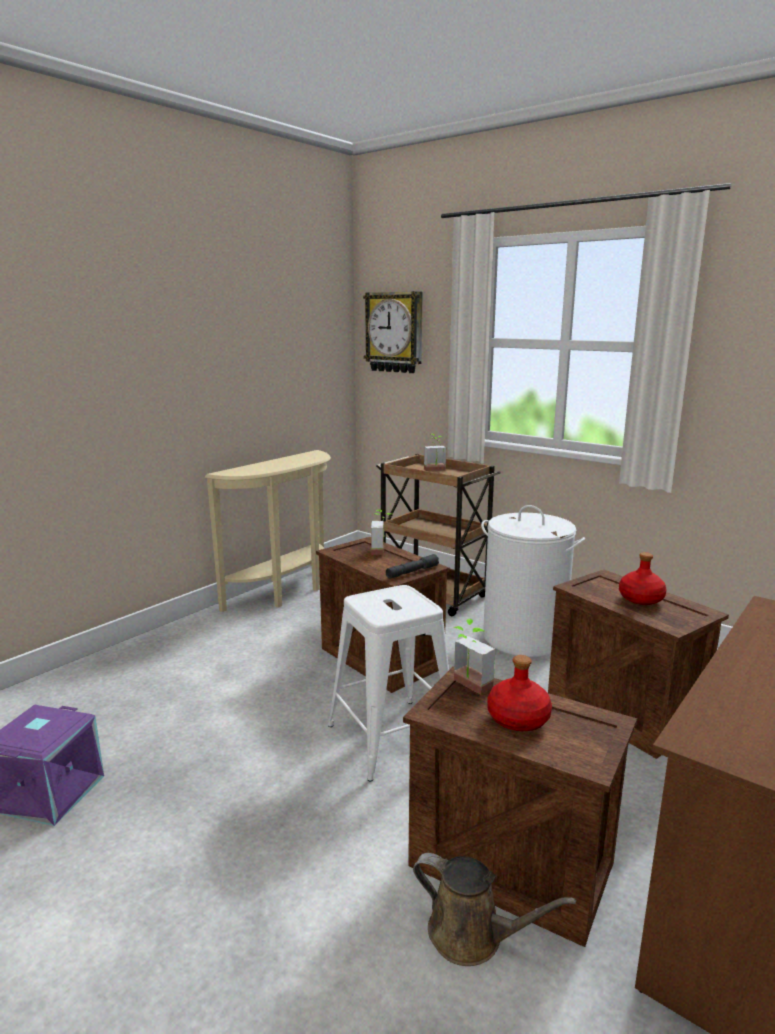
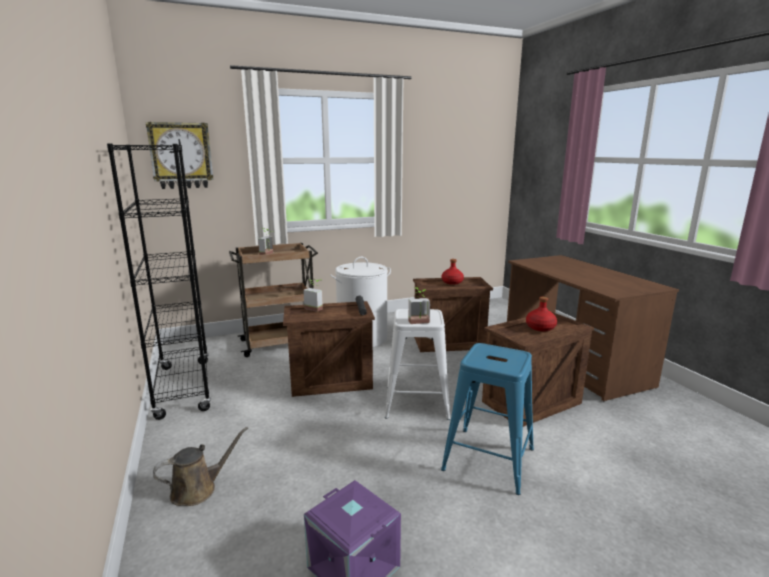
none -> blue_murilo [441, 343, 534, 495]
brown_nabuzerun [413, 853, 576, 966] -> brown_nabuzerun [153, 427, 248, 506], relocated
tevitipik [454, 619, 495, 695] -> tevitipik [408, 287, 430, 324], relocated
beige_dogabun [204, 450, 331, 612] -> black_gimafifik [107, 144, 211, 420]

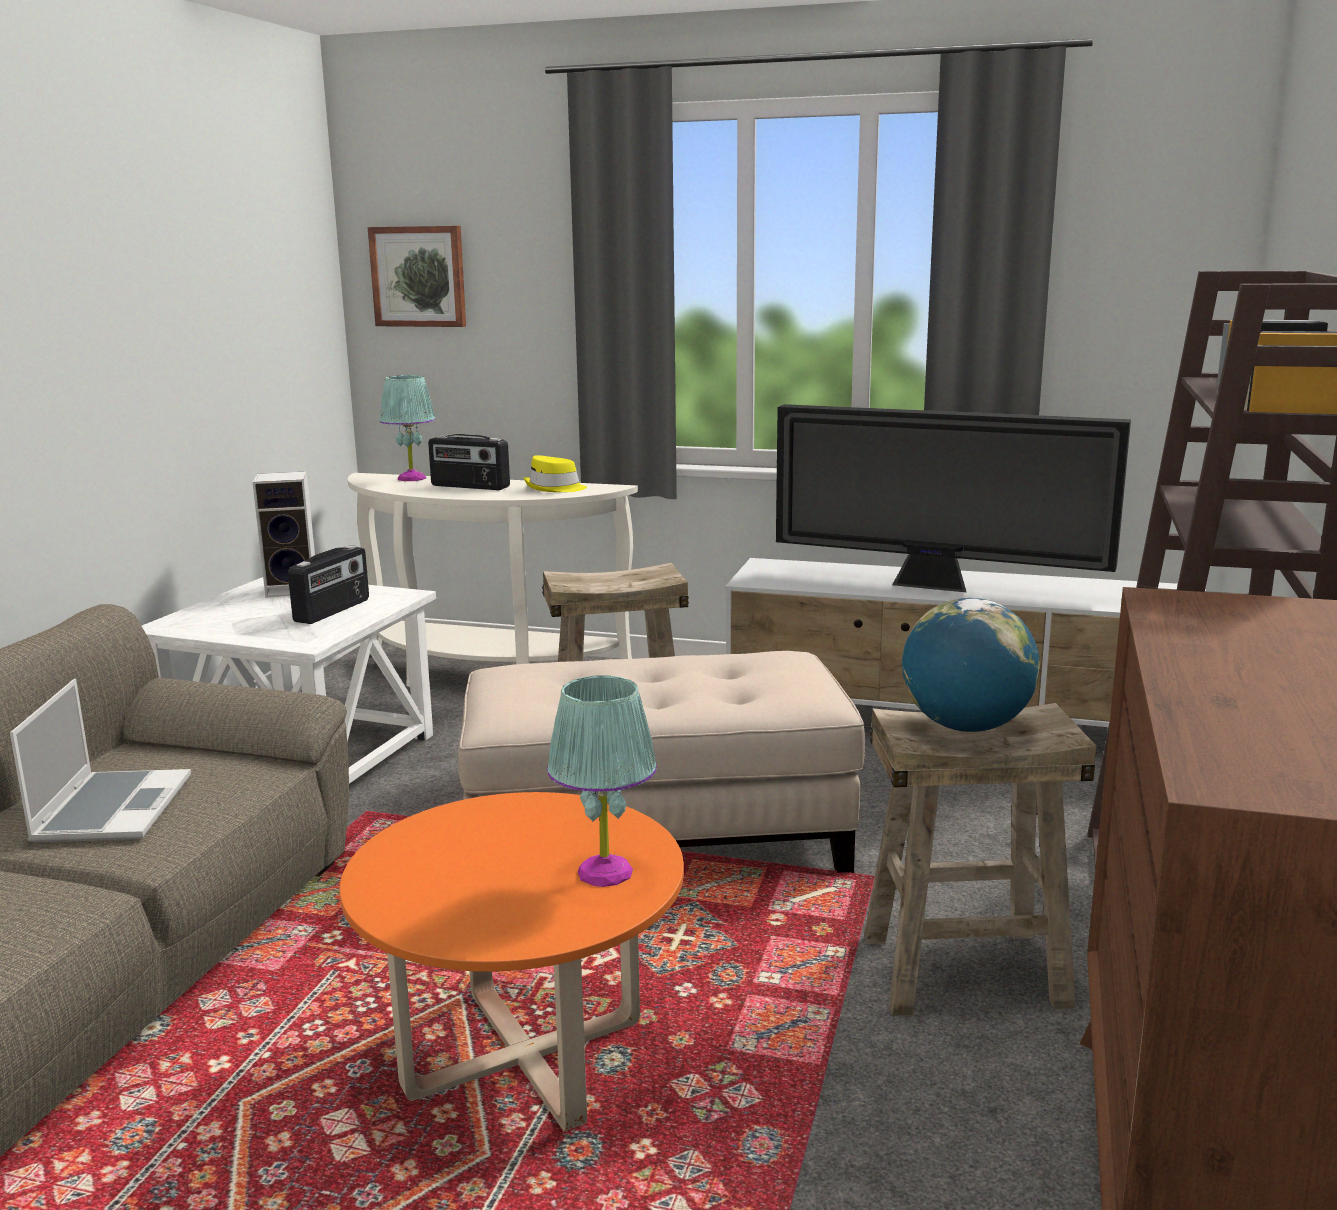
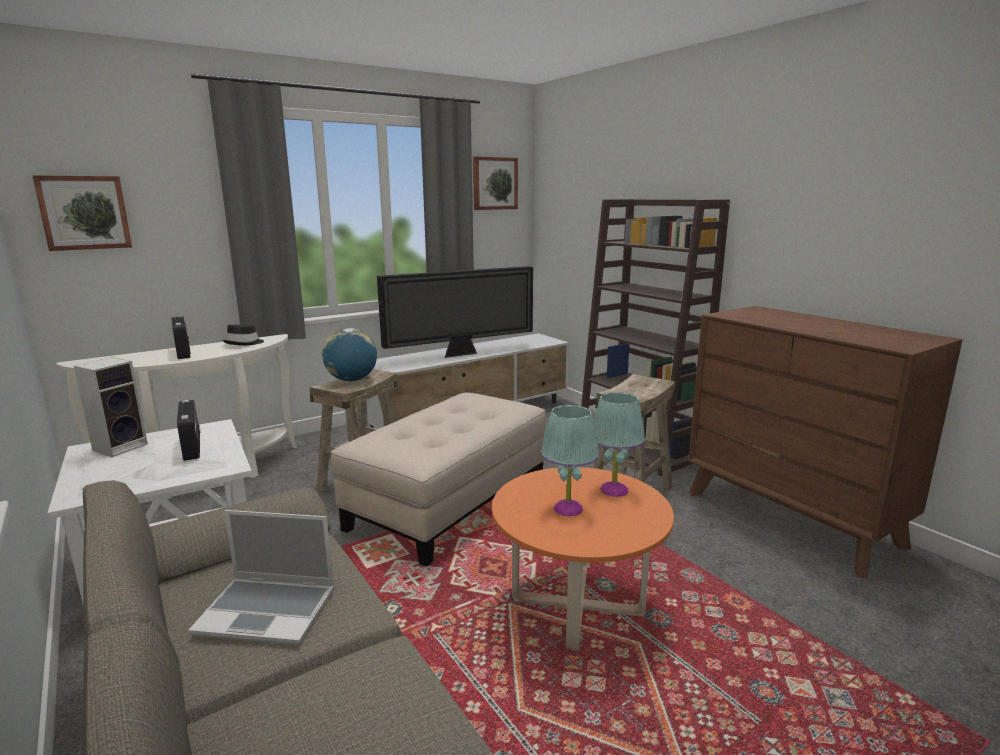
none -> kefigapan [473, 156, 518, 210]
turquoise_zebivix [380, 375, 436, 481] -> turquoise_zebivix [541, 405, 599, 516], relocated
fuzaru [902, 598, 1040, 732] -> fuzaru [322, 328, 377, 381], relocated
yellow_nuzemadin [524, 455, 587, 492] -> black_nuzemadin [223, 324, 264, 346]
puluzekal [10, 679, 191, 843] -> puluzekal [188, 510, 335, 645], 150 degrees clockwise
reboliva [428, 434, 510, 490] -> reboliva [171, 316, 191, 359], 90 degrees counterclockwise

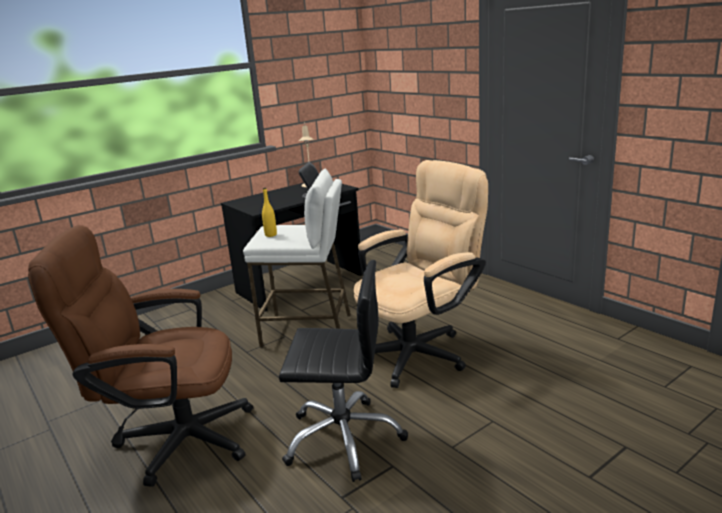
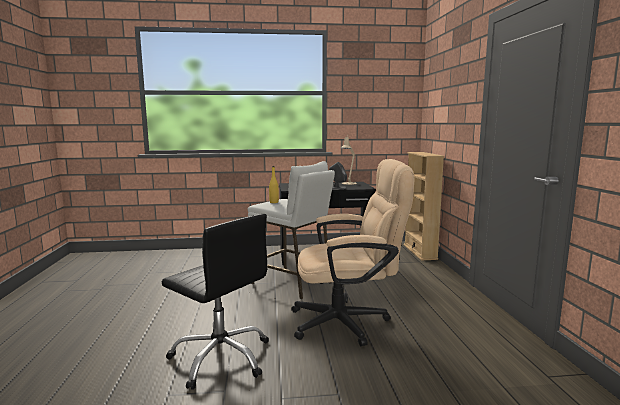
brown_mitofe [28, 225, 253, 487] -> none
none -> beige_gimafifik [404, 152, 444, 260]

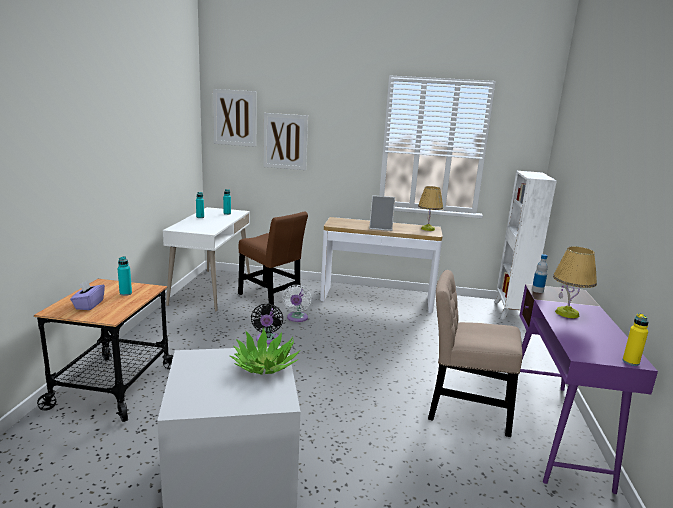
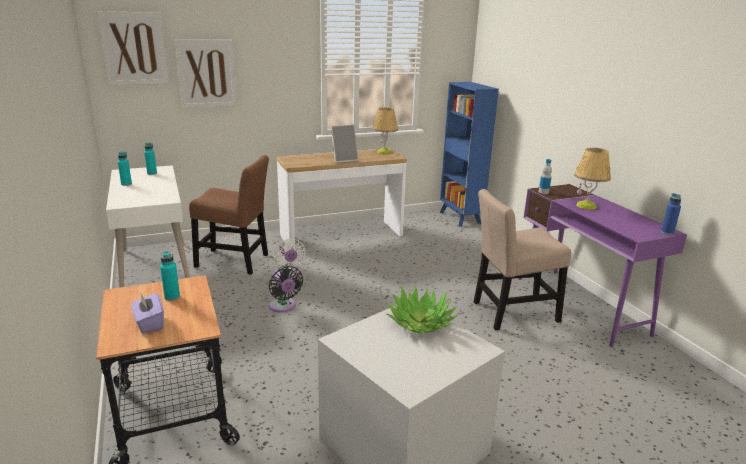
white_gimafifik [494, 171, 557, 320] -> blue_gimafifik [440, 82, 499, 227]
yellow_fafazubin [622, 313, 649, 366] -> blue_fafazubin [661, 193, 681, 235]

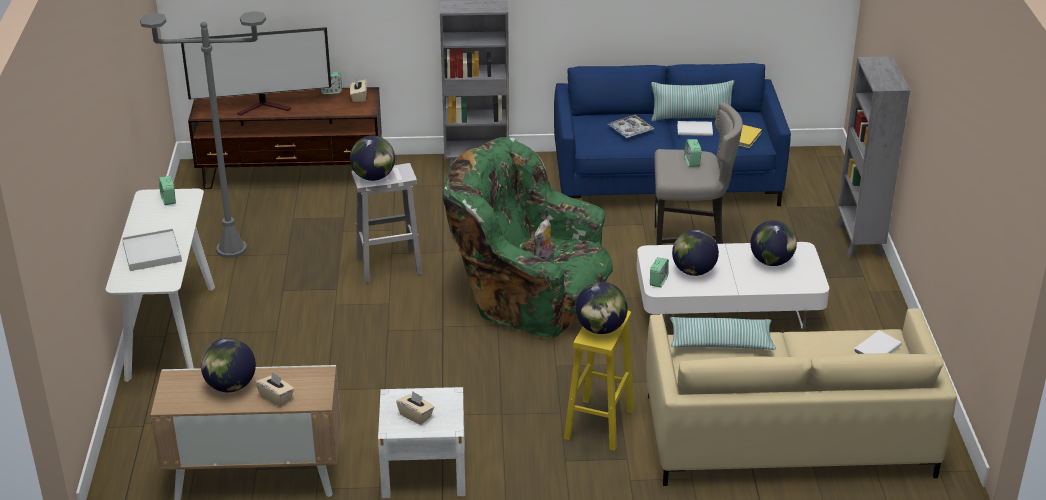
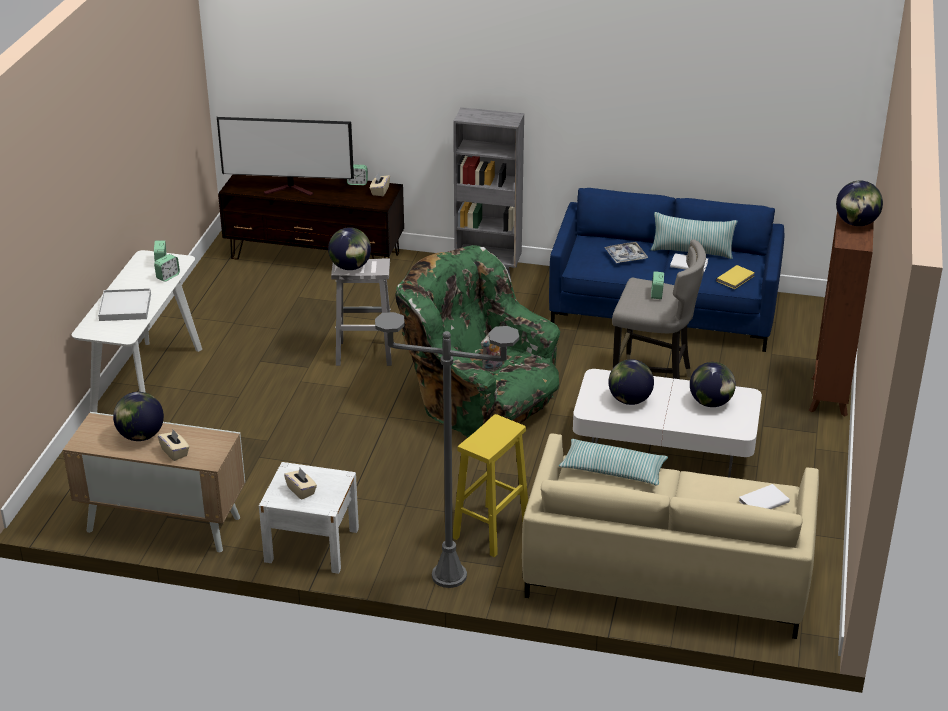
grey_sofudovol [140, 11, 266, 258] -> grey_sofudovol [375, 312, 519, 588], relocated
fuzaru [575, 282, 628, 334] -> fuzaru [836, 181, 883, 226], relocated
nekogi [650, 257, 669, 288] -> nekogi [154, 254, 180, 282], relocated
grey_gimafifik [835, 56, 910, 258] -> brown_gimafifik [809, 212, 874, 416]

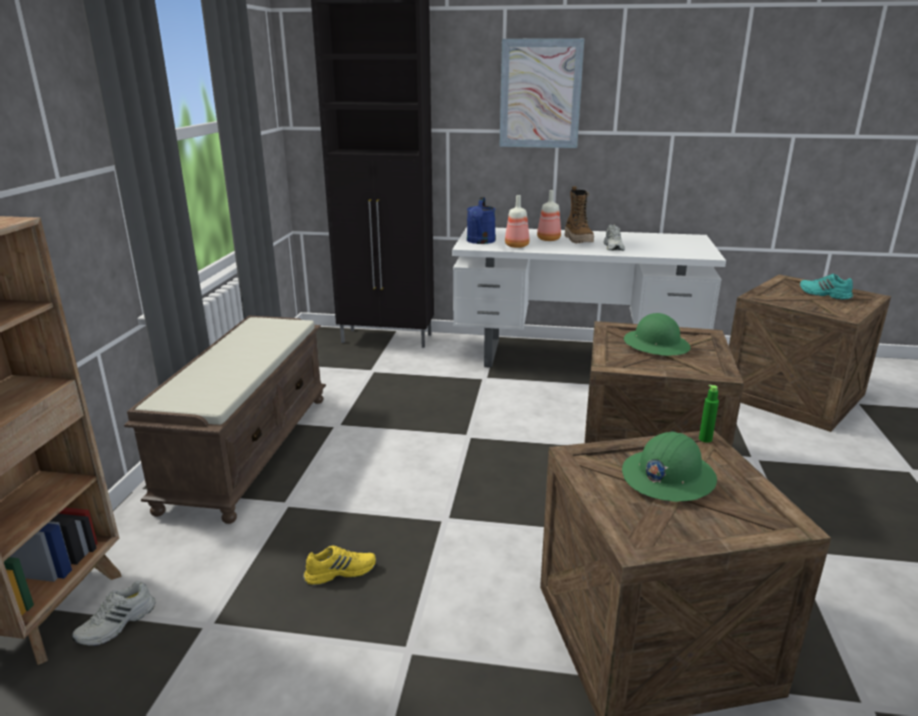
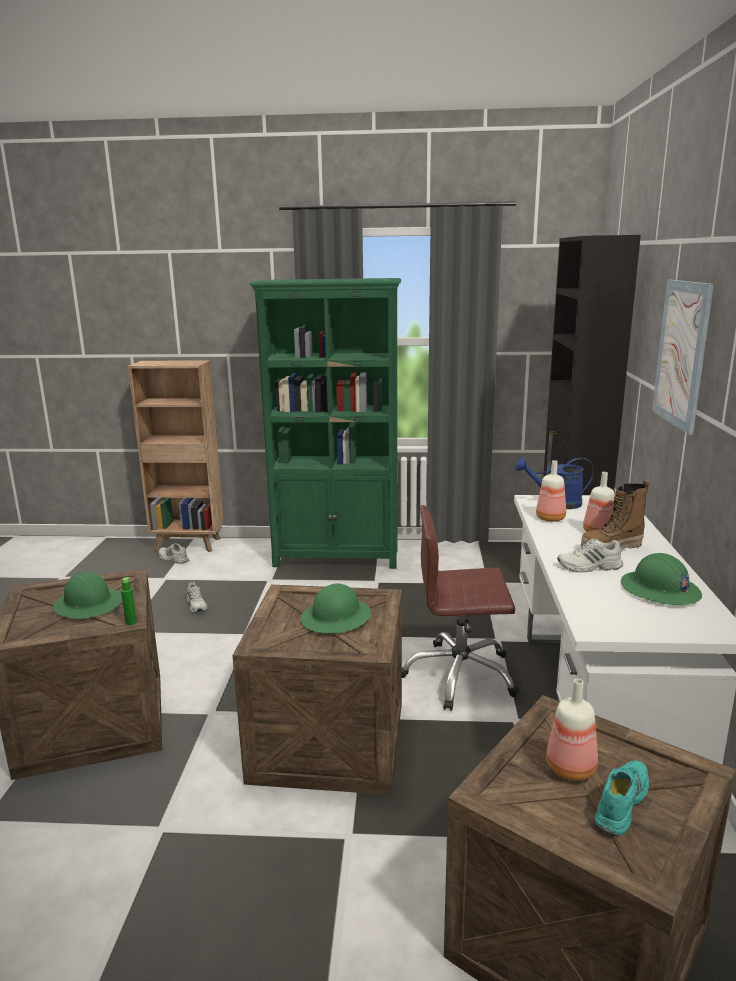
none -> brown_mitofe [402, 505, 519, 711]
none -> fafazubin [546, 679, 598, 781]
none -> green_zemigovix [621, 553, 702, 605]
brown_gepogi [124, 316, 326, 524] -> green_gimafifik [249, 278, 401, 569]
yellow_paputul [303, 545, 376, 585] -> white_paputul [186, 582, 208, 613]

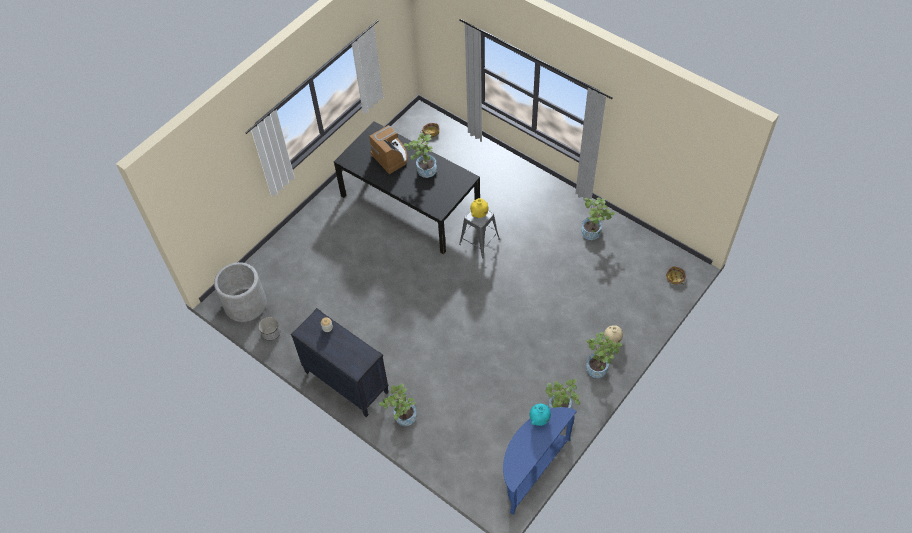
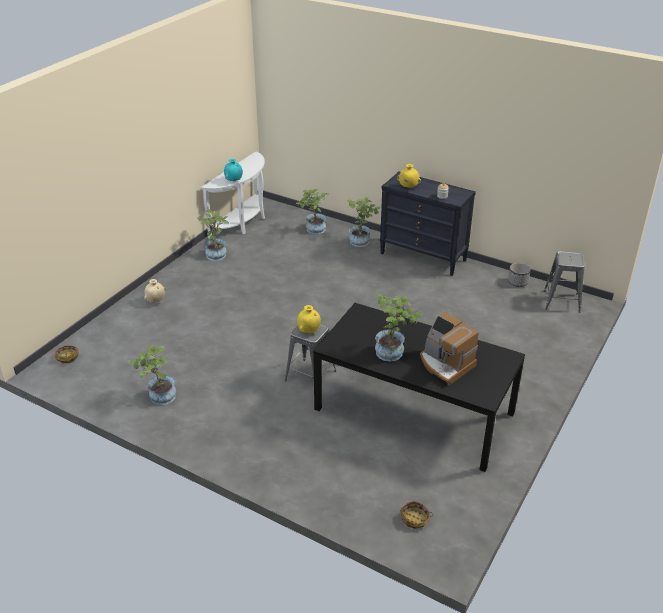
none -> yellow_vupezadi [397, 164, 421, 188]
tevitipik [586, 332, 622, 378] -> tevitipik [296, 189, 329, 234], relocated
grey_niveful [214, 262, 267, 322] -> grey_murilo [544, 251, 585, 313]
blue_dogabun [503, 407, 577, 515] -> white_dogabun [201, 151, 265, 239]

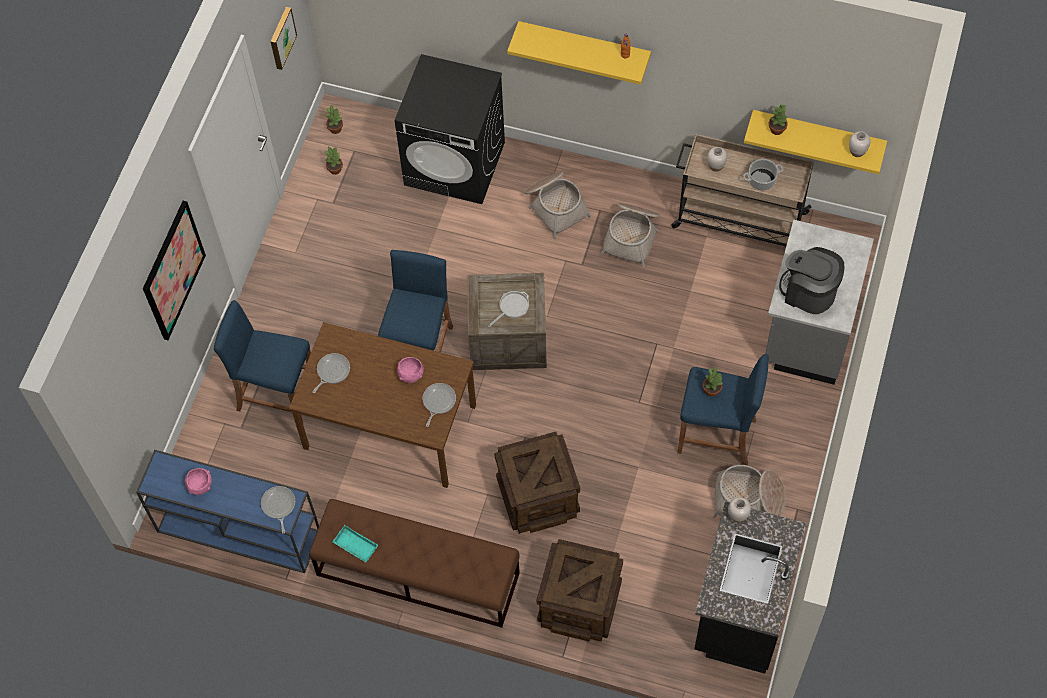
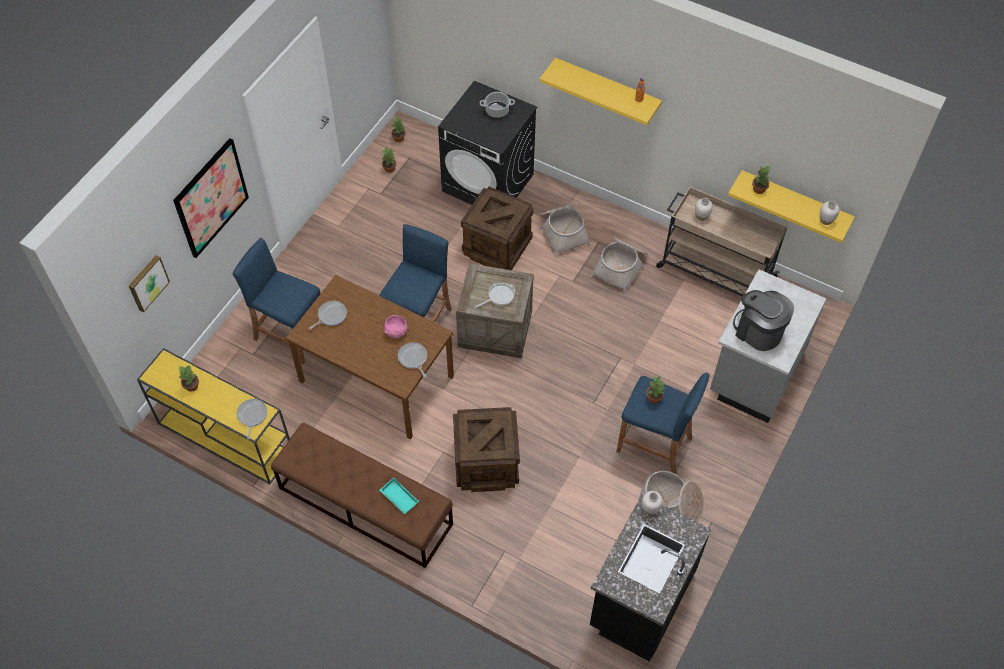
kefigapan [270, 7, 297, 70] -> kefigapan [129, 255, 170, 313], relocated
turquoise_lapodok [332, 525, 378, 562] -> turquoise_lapodok [380, 478, 419, 514], relocated
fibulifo [537, 539, 623, 642] -> fibulifo [461, 187, 534, 270], relocated
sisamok [743, 159, 784, 190] -> sisamok [480, 92, 515, 118], relocated
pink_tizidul [185, 468, 212, 495] -> tevitipik [178, 366, 199, 392]
blue_dogabun [136, 450, 319, 573] -> yellow_dogabun [137, 348, 290, 484]
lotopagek [422, 383, 456, 427] -> lotopagek [398, 342, 427, 378], 60 degrees counterclockwise

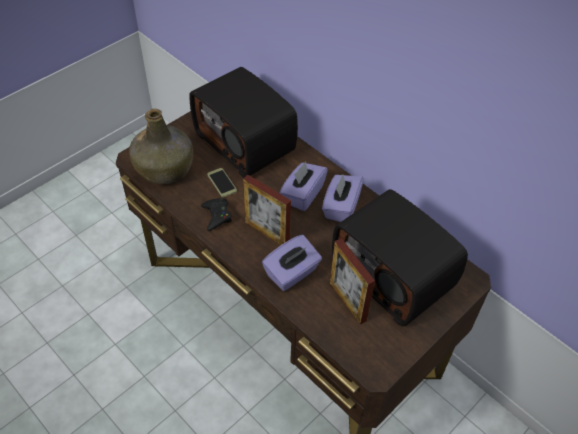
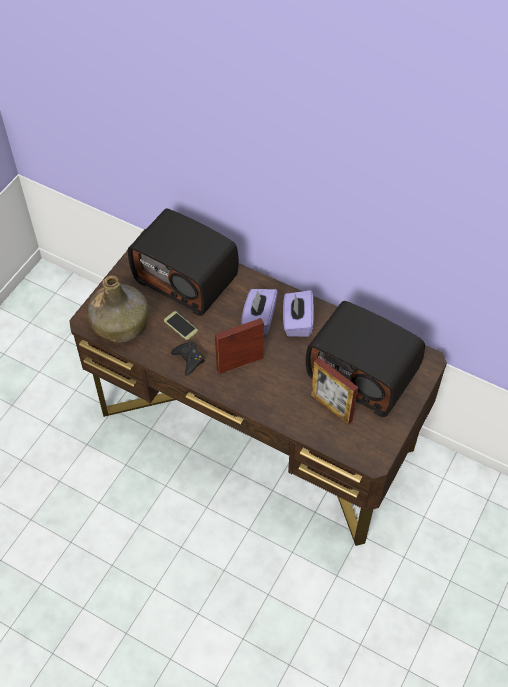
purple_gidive [262, 235, 322, 291] -> none
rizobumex [243, 175, 291, 245] -> rizobumex [215, 318, 264, 374], 135 degrees clockwise

